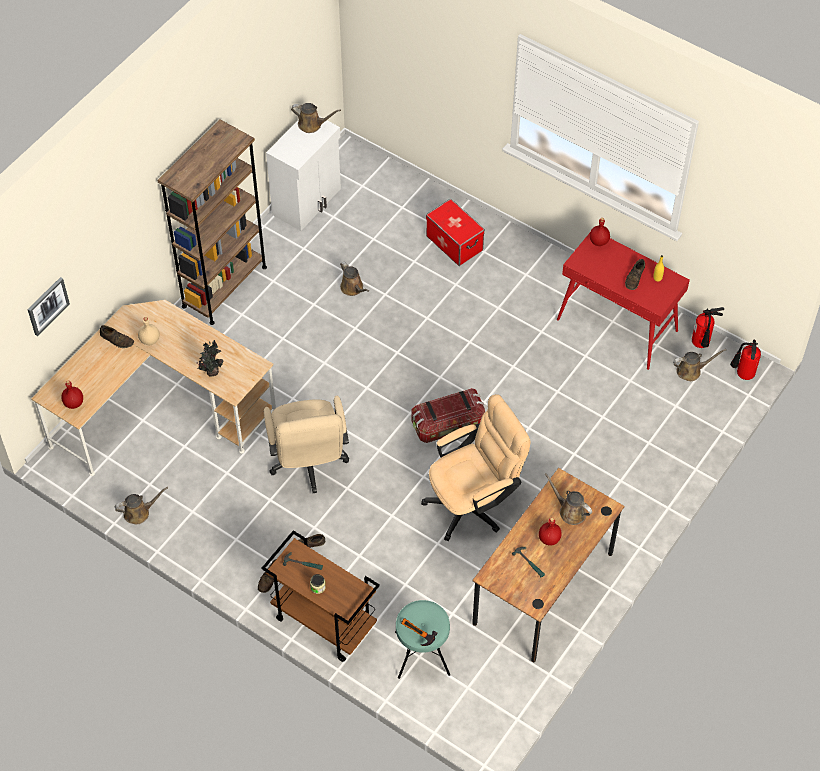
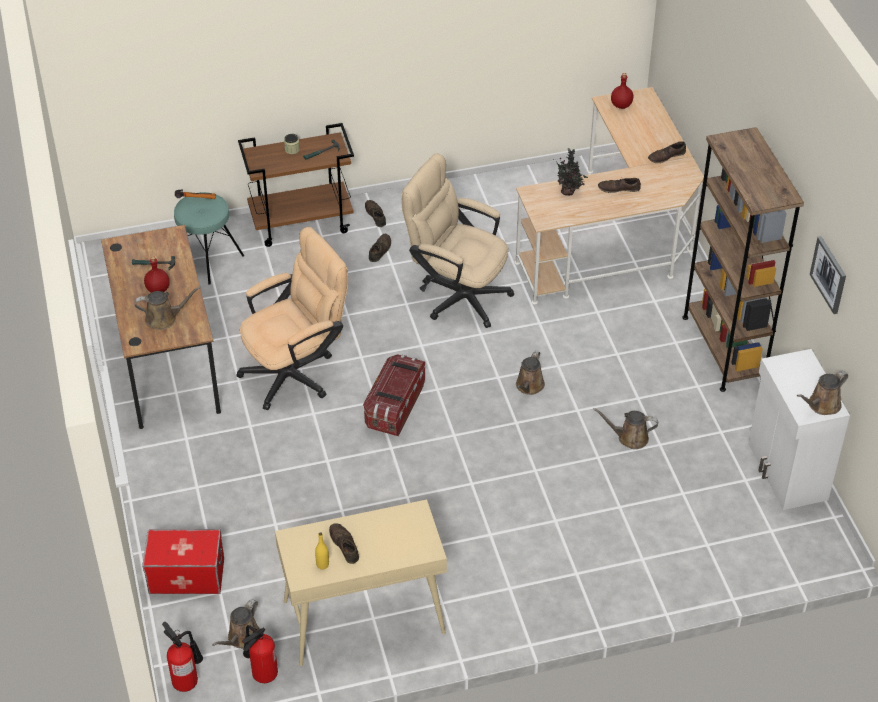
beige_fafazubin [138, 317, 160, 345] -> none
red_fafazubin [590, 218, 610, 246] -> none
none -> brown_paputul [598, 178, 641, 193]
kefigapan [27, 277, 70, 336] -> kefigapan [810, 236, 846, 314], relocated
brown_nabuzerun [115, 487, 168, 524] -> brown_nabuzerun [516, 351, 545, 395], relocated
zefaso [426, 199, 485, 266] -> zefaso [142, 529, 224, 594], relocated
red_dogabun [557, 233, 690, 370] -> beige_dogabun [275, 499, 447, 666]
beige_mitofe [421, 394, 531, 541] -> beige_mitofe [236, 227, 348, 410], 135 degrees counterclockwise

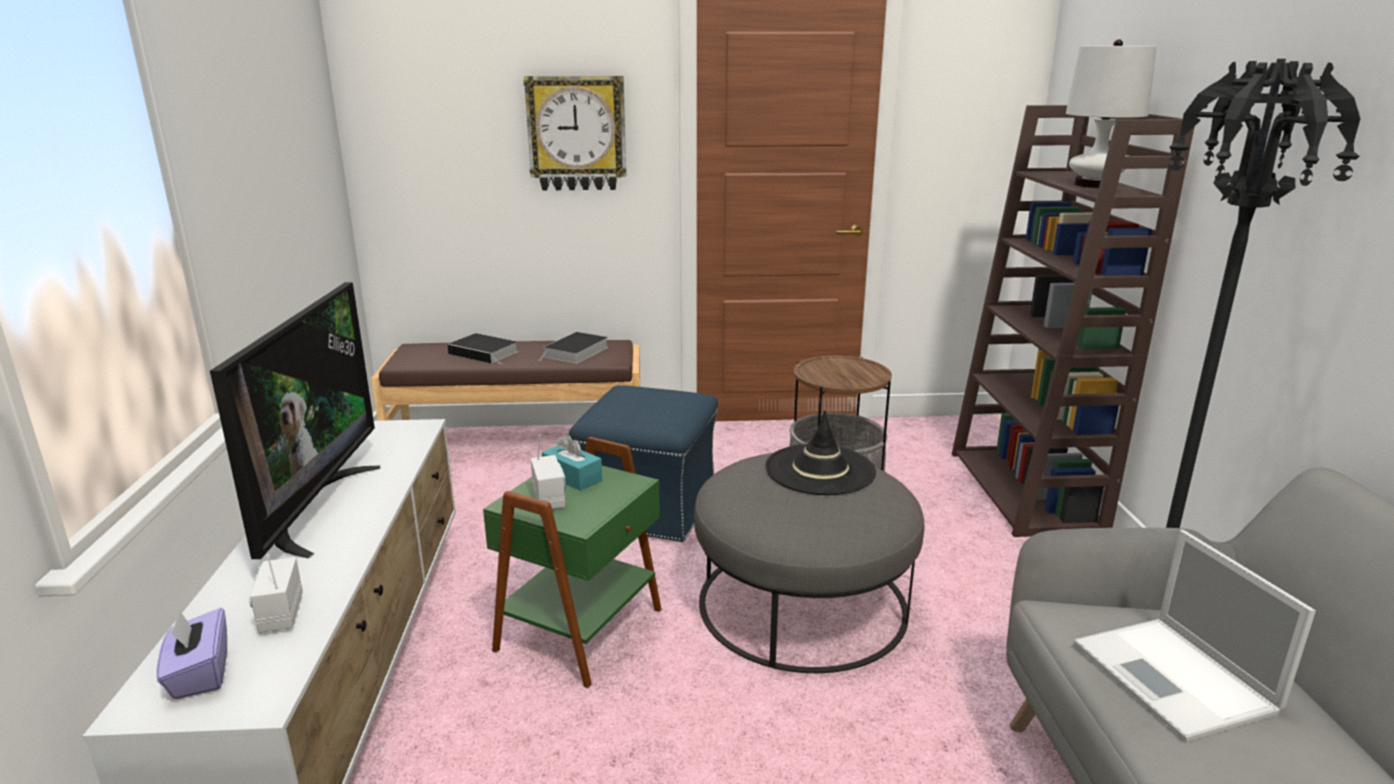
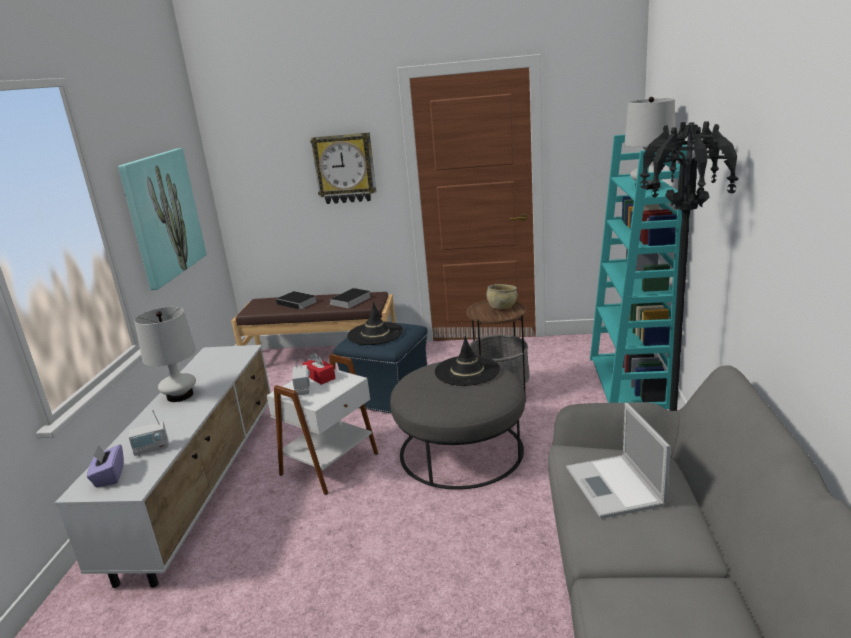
none -> kefigapan [118, 148, 207, 290]
none -> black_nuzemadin [347, 302, 403, 345]
none -> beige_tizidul [486, 284, 518, 309]
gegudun [210, 282, 380, 559] -> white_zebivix [134, 307, 196, 402]
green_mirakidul [483, 437, 661, 688] -> white_mirakidul [267, 354, 378, 495]
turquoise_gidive [542, 434, 602, 491] -> red_gidive [302, 353, 335, 385]
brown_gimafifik [952, 105, 1194, 537] -> turquoise_gimafifik [590, 135, 687, 409]
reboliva [249, 555, 303, 633] -> reboliva [129, 410, 169, 456], 105 degrees counterclockwise

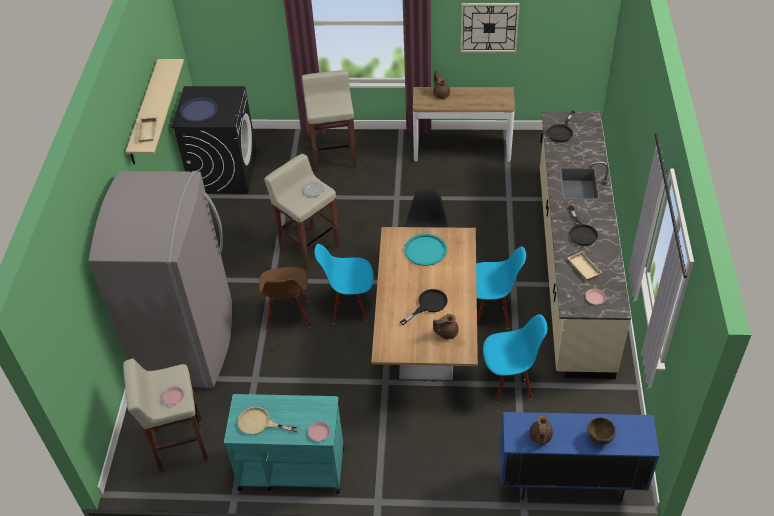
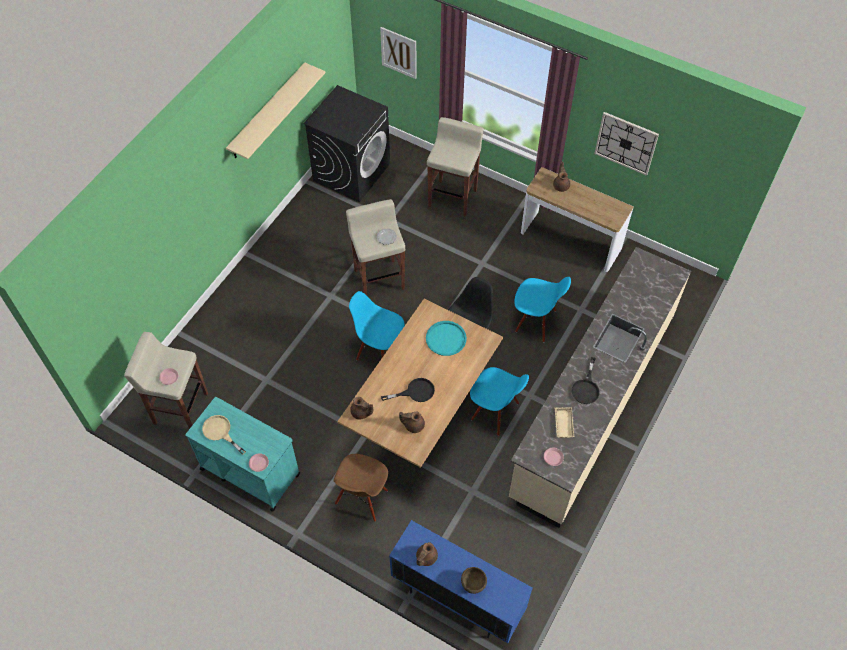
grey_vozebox [89, 171, 232, 388] -> none
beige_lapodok [138, 117, 157, 142] -> none
blue_lapodok [180, 97, 218, 122] -> none
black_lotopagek [547, 111, 575, 142] -> none
none -> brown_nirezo [350, 397, 373, 420]
none -> kefigapan [380, 27, 417, 79]
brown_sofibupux [259, 267, 311, 330] -> brown_sofibupux [333, 454, 388, 522], relocated
blue_sofibupux [483, 314, 547, 402] -> blue_sofibupux [514, 277, 571, 342], relocated

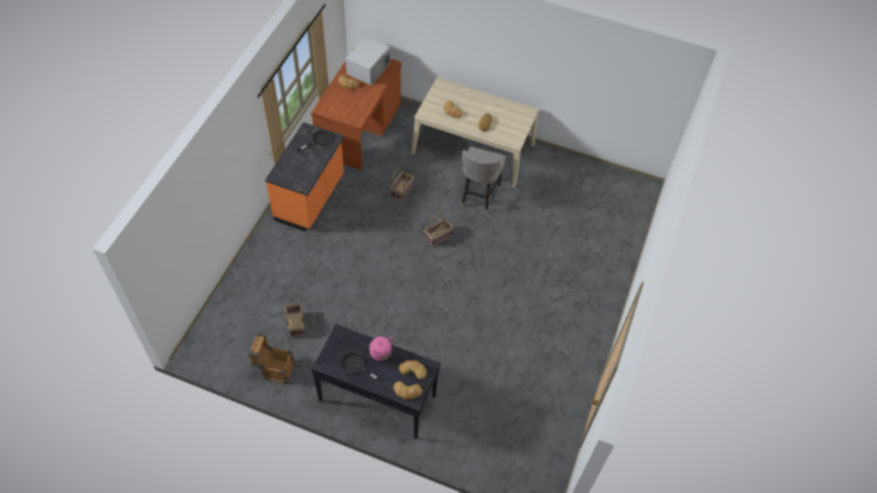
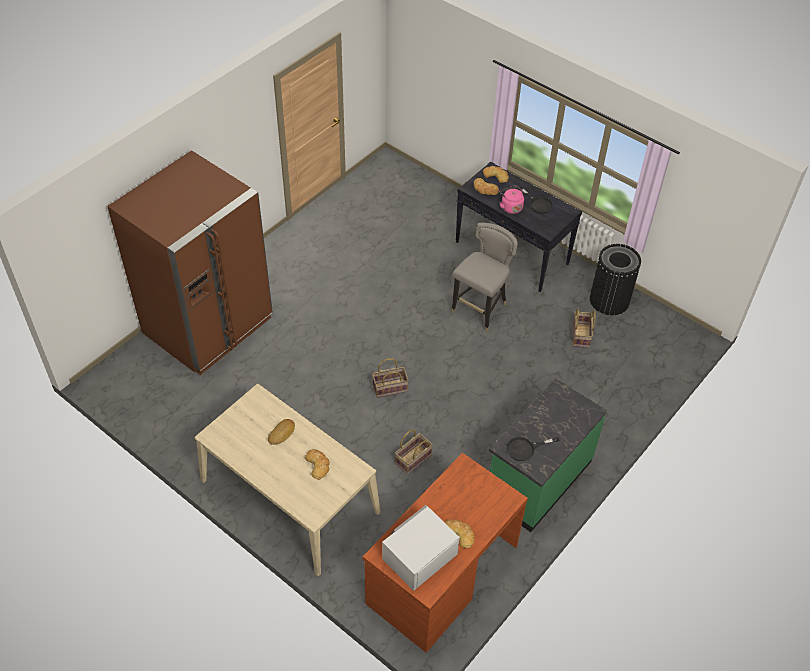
none -> brown_vozebox [107, 150, 273, 375]
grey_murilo [461, 147, 506, 214] -> grey_murilo [451, 222, 518, 332], relocated
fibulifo [249, 332, 295, 384] -> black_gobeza [590, 244, 641, 315]
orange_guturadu [265, 122, 344, 231] -> green_guturadu [489, 378, 607, 532]

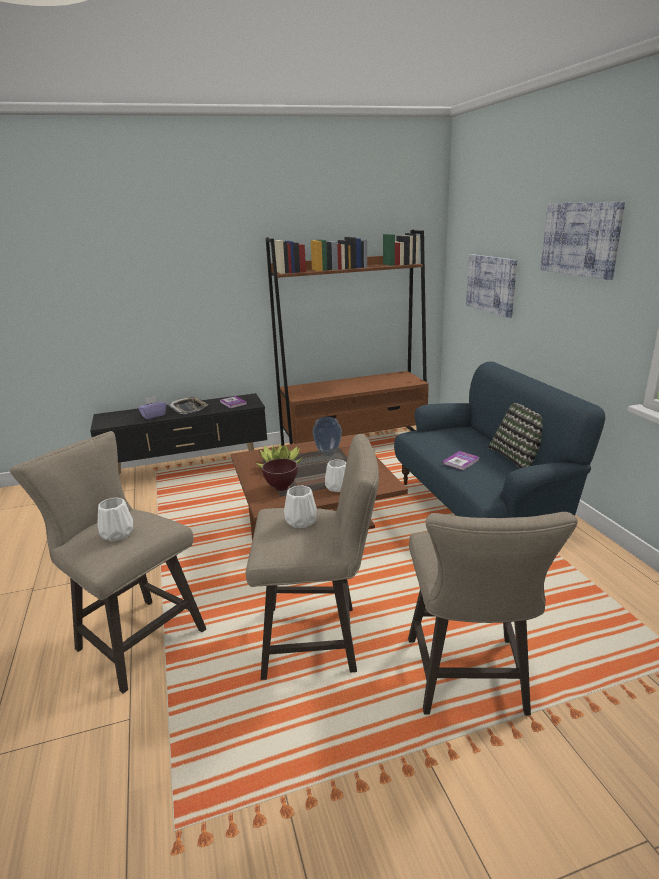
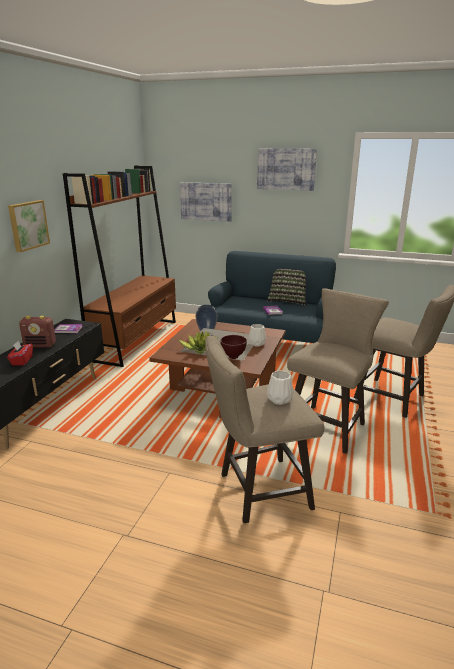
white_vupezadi [284, 486, 317, 528] -> none
none -> kefigapan [8, 200, 50, 252]
lapodok [168, 397, 209, 414] -> reboliva [19, 316, 56, 348]
purple_gidive [138, 396, 166, 419] -> red_gidive [7, 340, 33, 365]

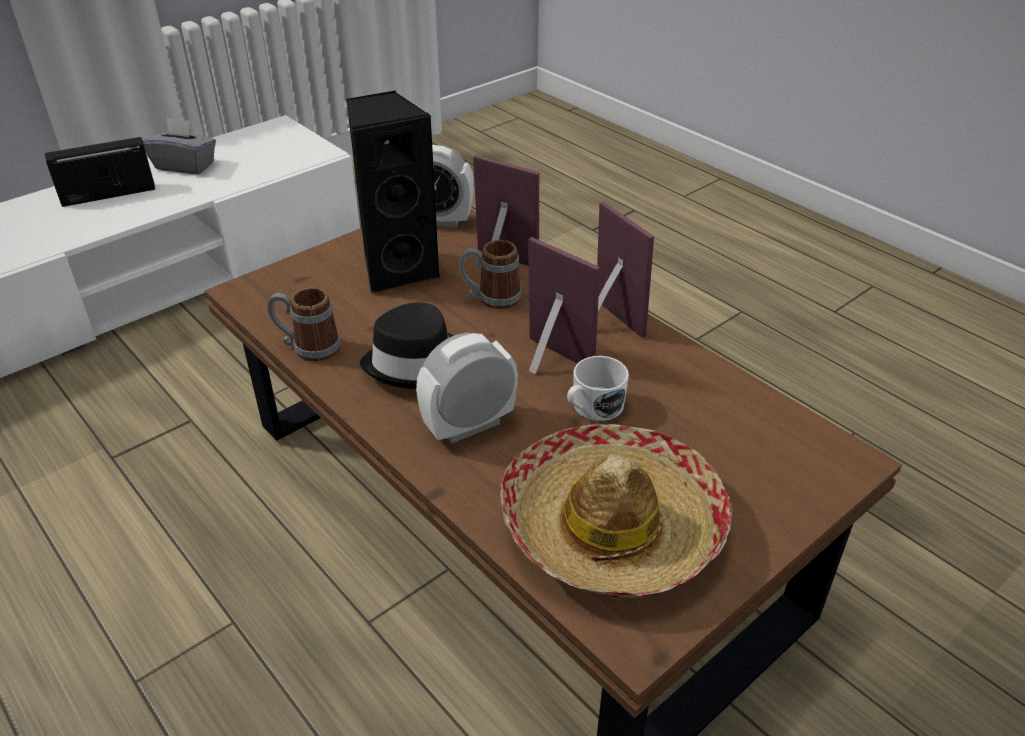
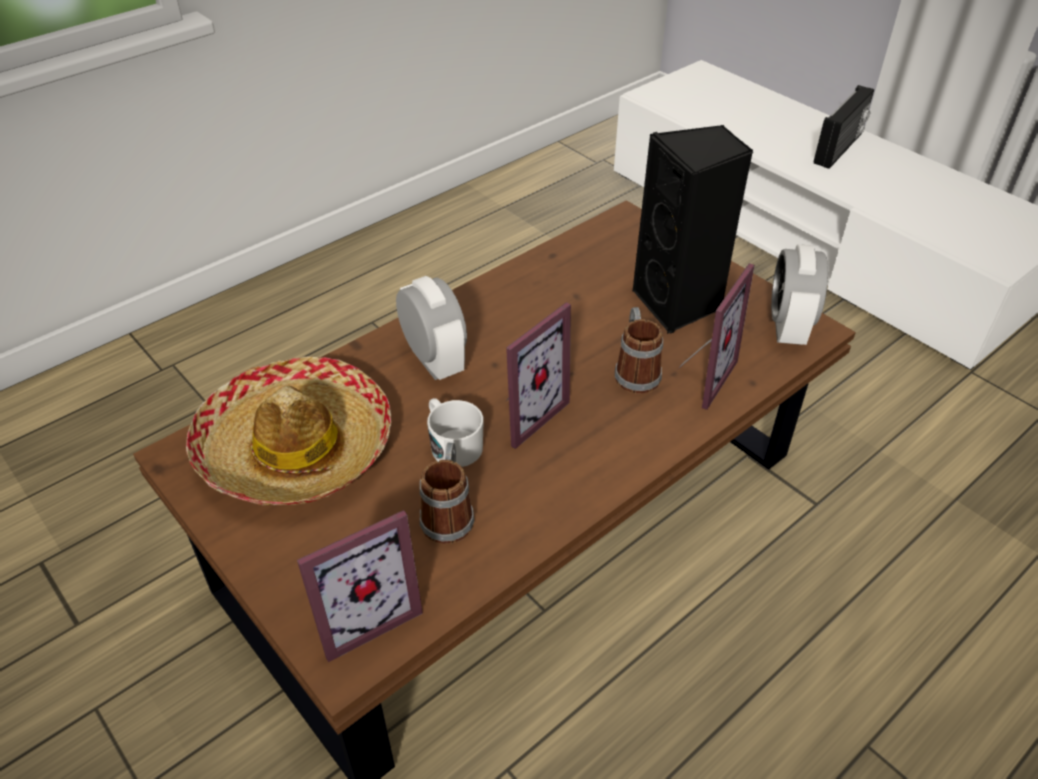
grey_gidive [142, 117, 216, 174] -> none
black_nuzemadin [360, 303, 454, 389] -> none
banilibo [267, 287, 341, 362] -> banilibo [420, 442, 474, 544], relocated
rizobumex [597, 201, 654, 338] -> rizobumex [297, 510, 423, 662], relocated
reboliva [45, 137, 155, 207] -> reboliva [814, 85, 874, 169], 60 degrees clockwise

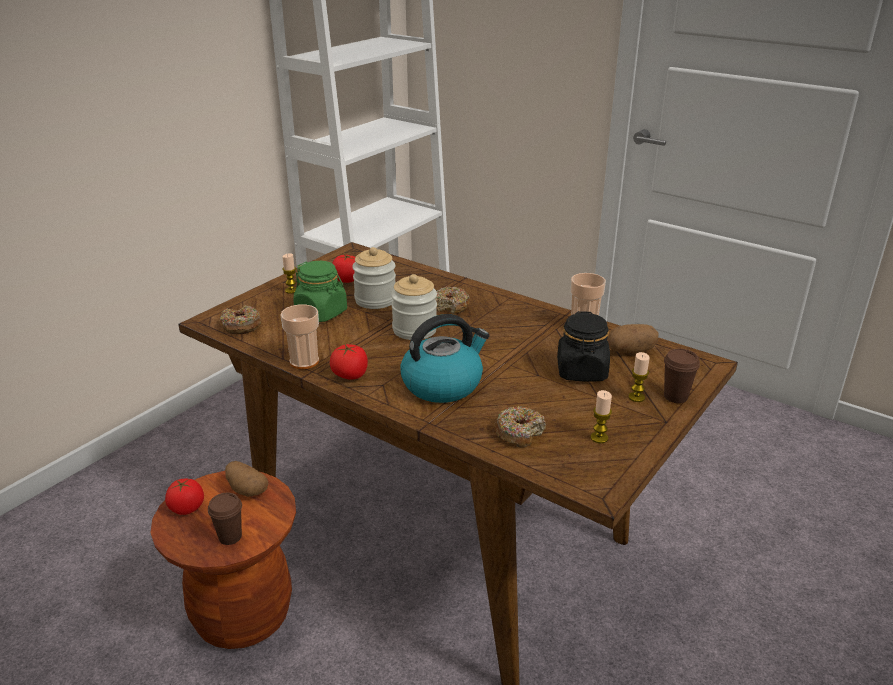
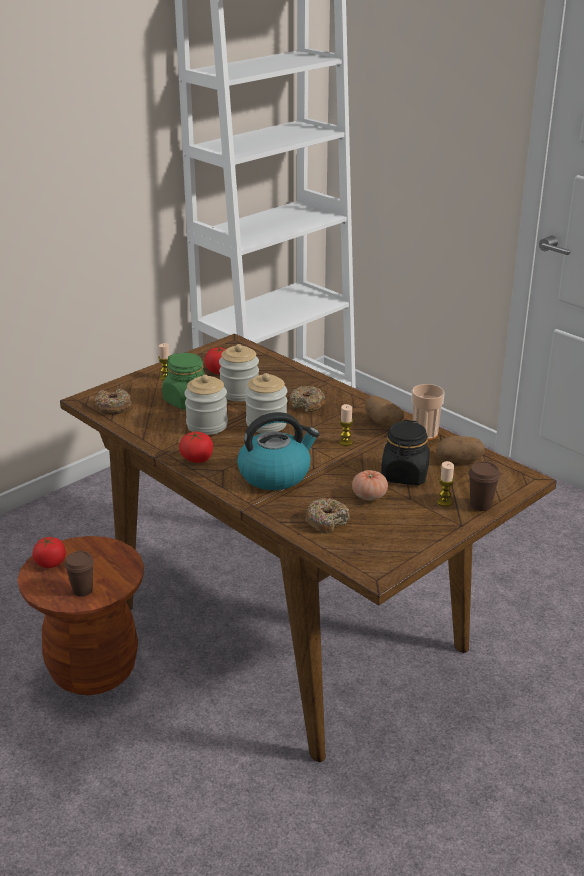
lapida [280, 304, 319, 369] -> none
none -> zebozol [184, 375, 228, 435]
none -> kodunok [352, 470, 388, 500]
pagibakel [225, 461, 268, 497] -> pagibakel [365, 396, 404, 426], relocated
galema [590, 390, 612, 443] -> galema [339, 404, 353, 446], relocated

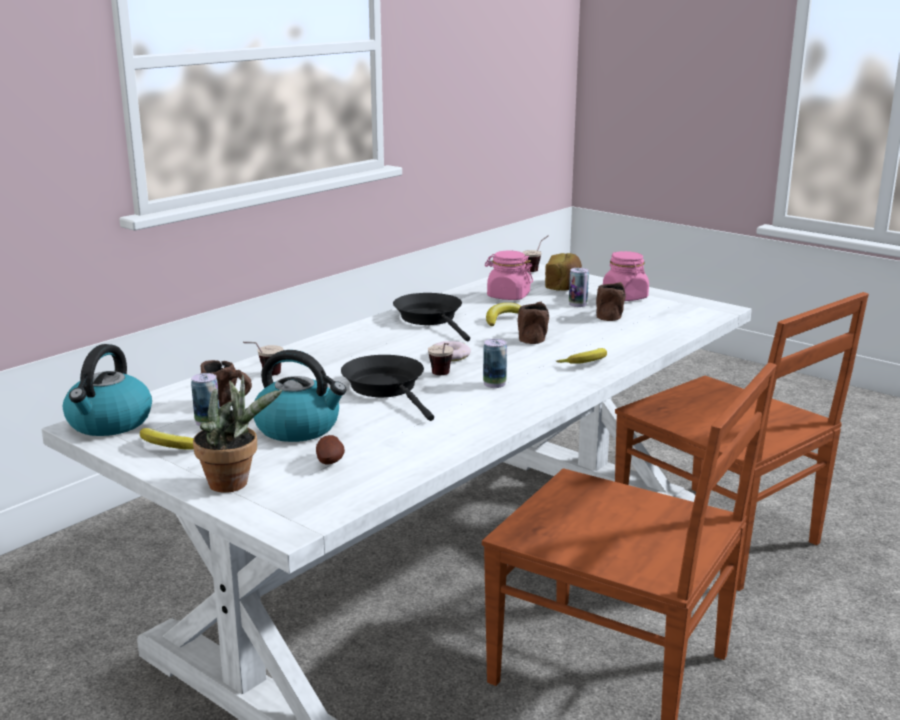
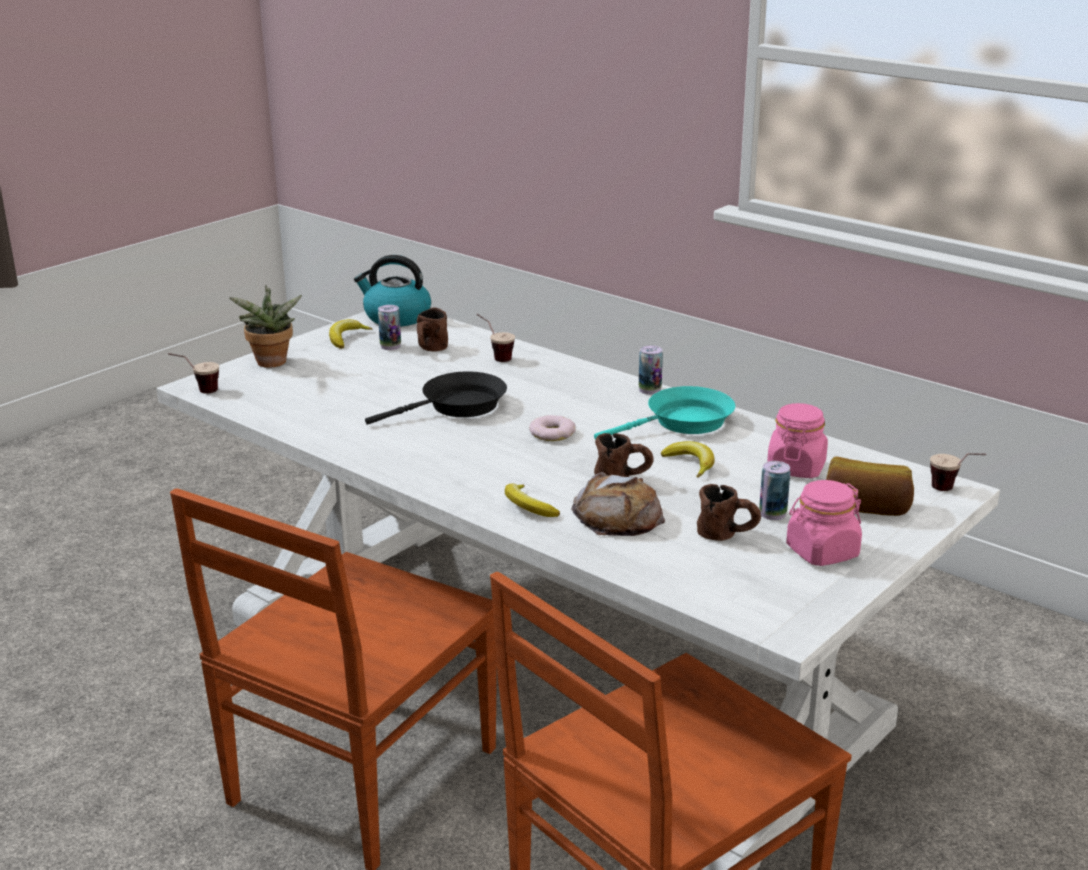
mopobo [253, 350, 347, 442] -> none
pagibakel [316, 435, 345, 465] -> none
none -> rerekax [571, 472, 665, 536]
lapida [428, 343, 453, 375] -> lapida [168, 353, 219, 394], relocated
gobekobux [483, 339, 507, 388] -> gobekobux [639, 345, 663, 395], relocated
black_lotopagek [393, 293, 470, 342] -> turquoise_lotopagek [594, 386, 735, 440]

